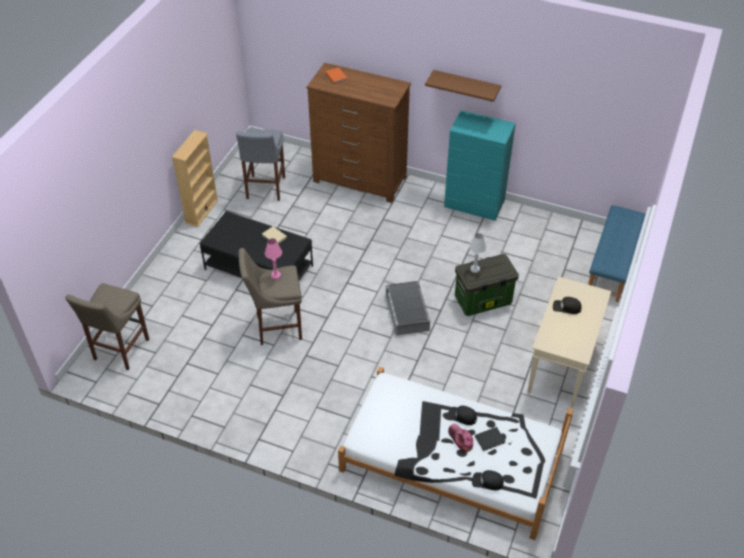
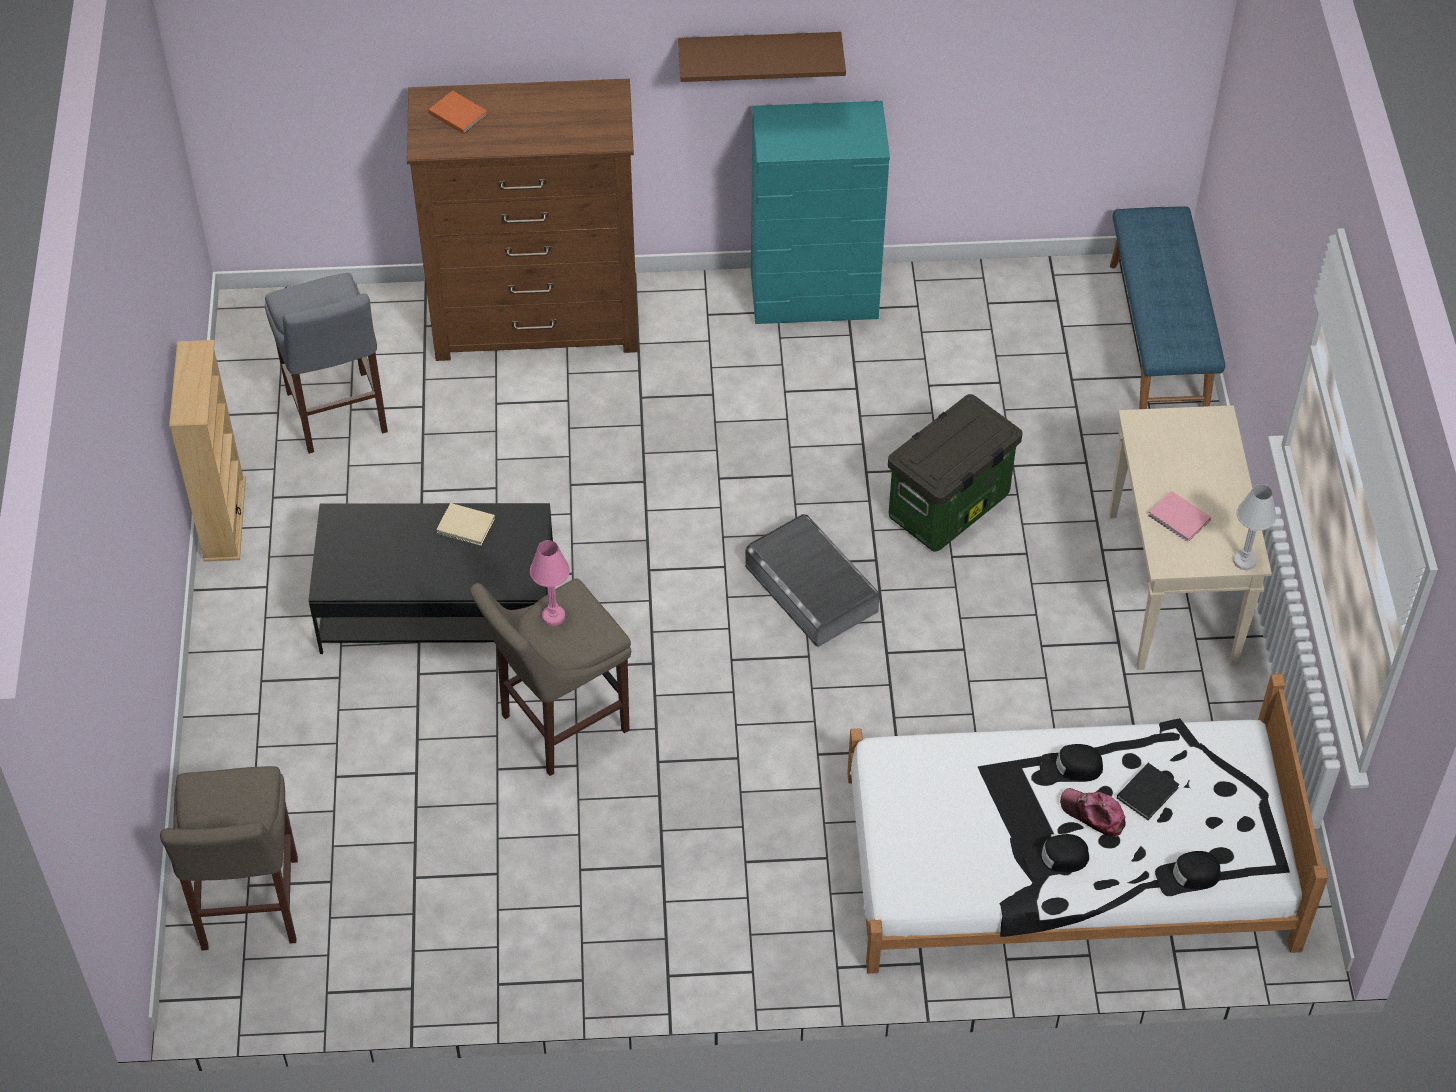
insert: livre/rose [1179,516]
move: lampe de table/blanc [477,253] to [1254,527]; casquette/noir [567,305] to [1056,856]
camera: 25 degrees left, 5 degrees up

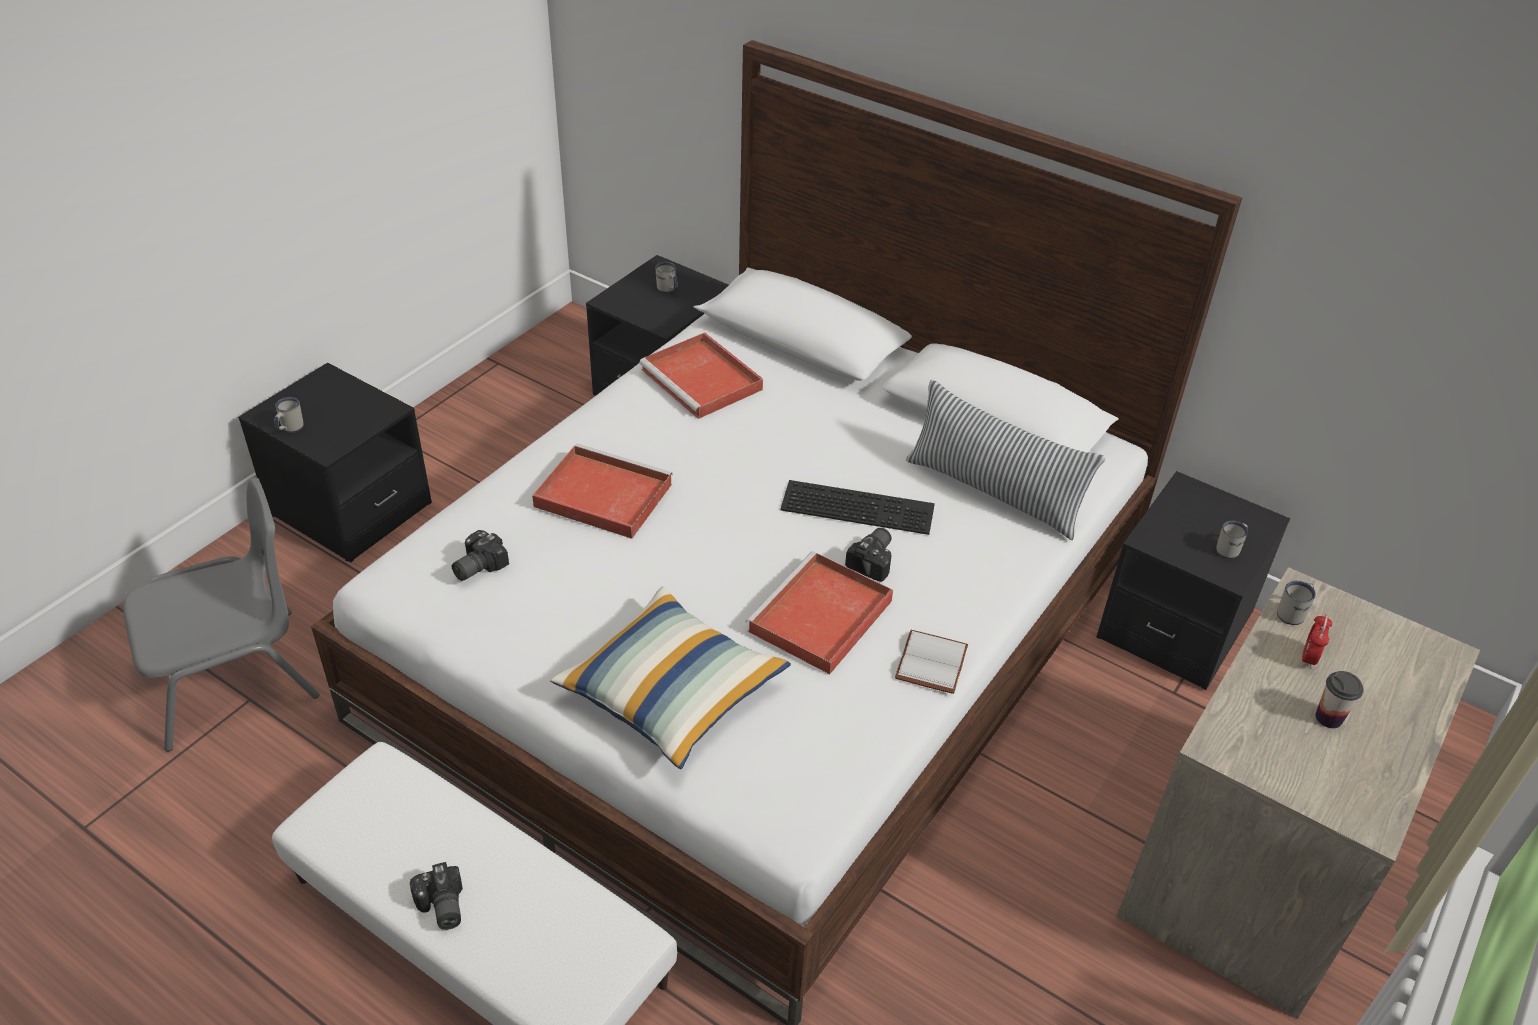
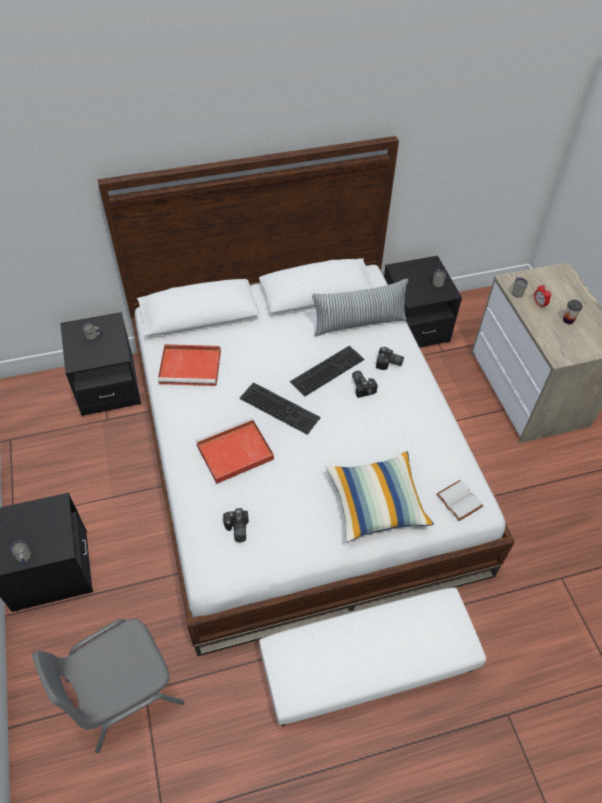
delete: plateau/rouge [819,612]
insert: clavier [280,408]
move: livre/blanc [931,662] to [459,500]; appareil photo [436,896] to [390,358]
rotate: chaise/gris [221,614] = [108,686] 135 degrees counterclockwise
camera: 50 degrees left, 10 degrees up

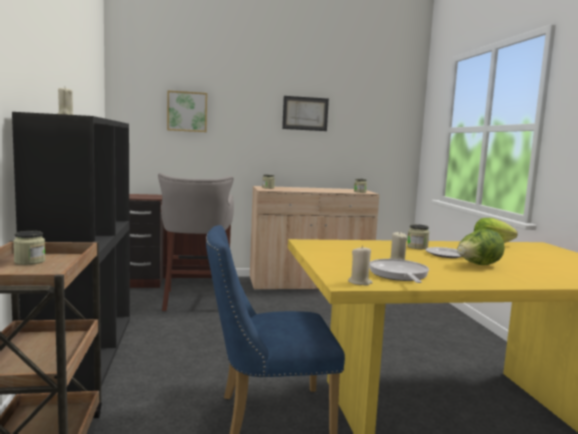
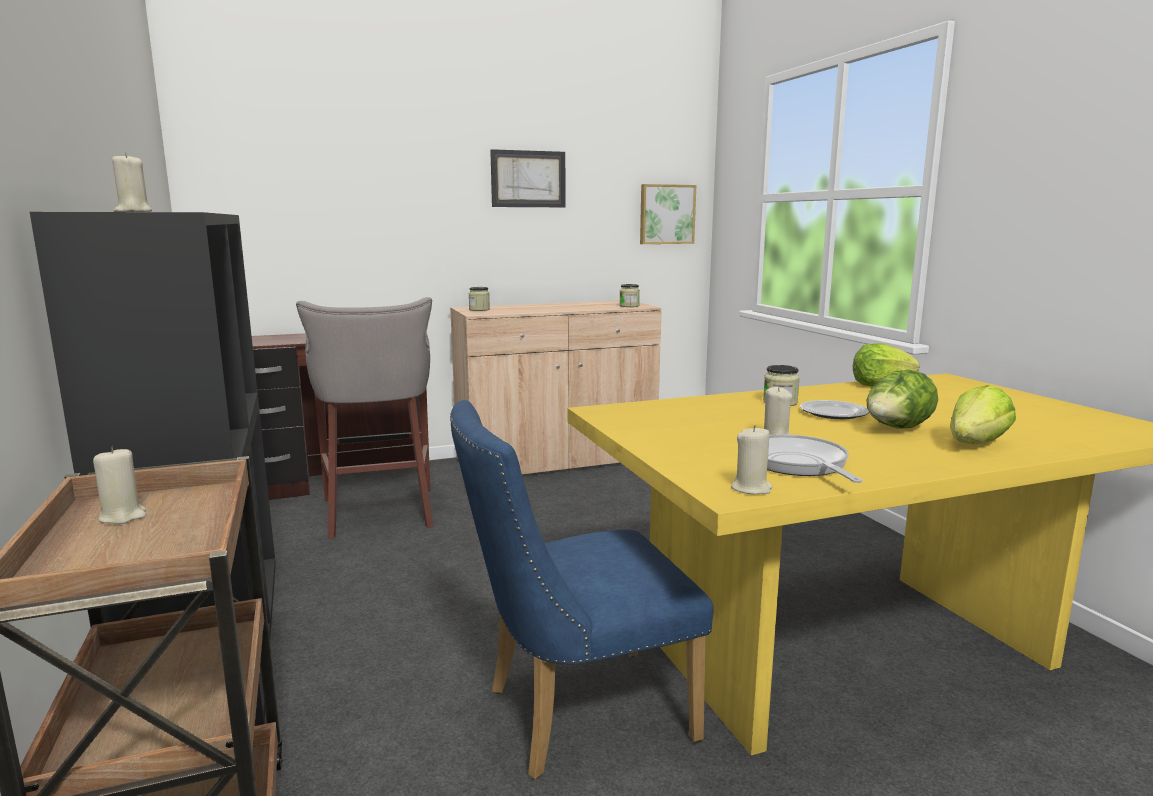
insert: laitue [983,414]
move: tableau [187,111] to [668,214]
replace: bocal [29,248] to bougie/beige [119,485]
camera: 10 degrees left, 5 degrees up

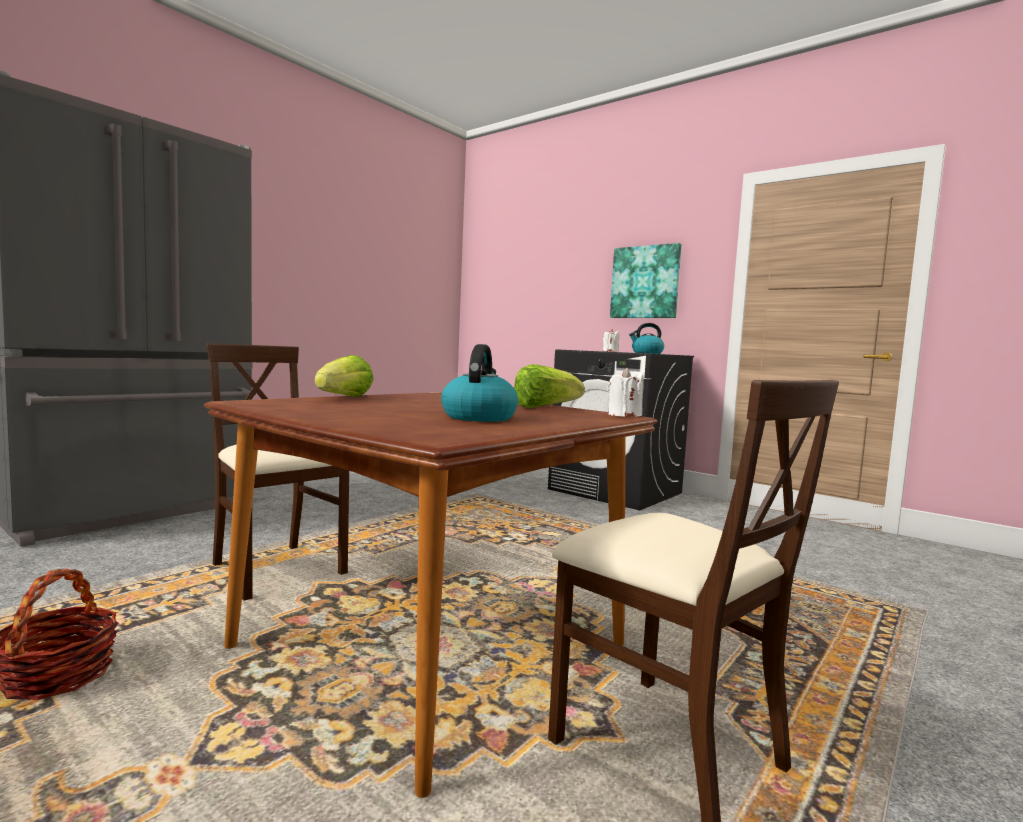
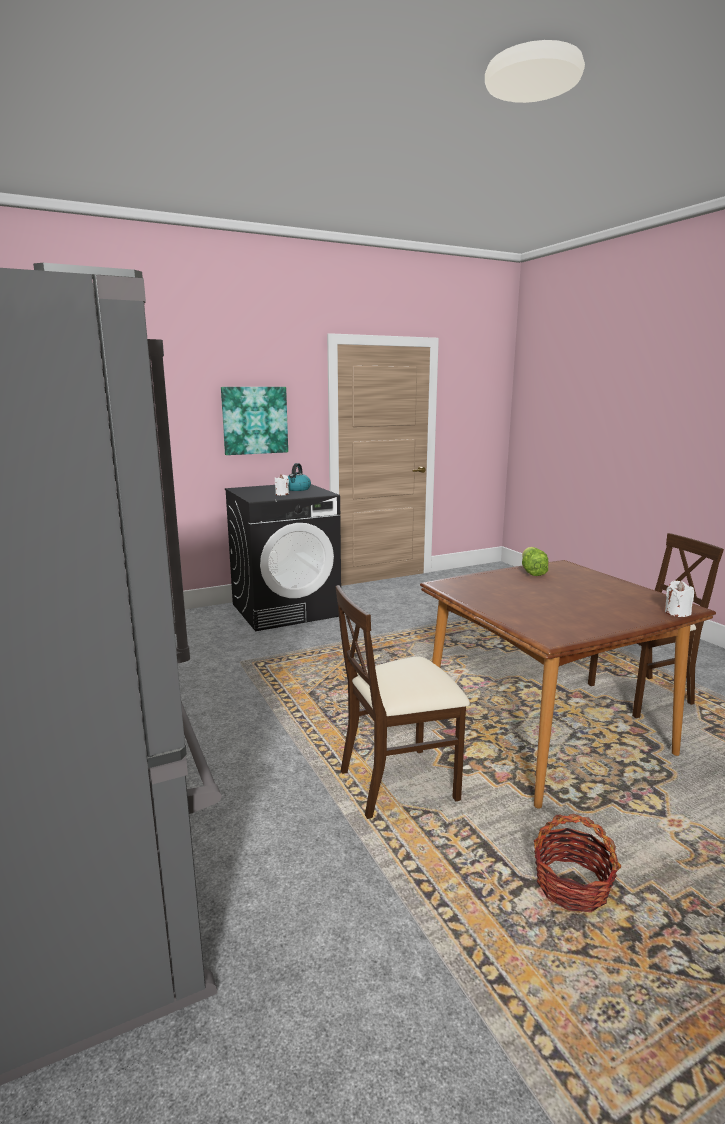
delete: bouilloire [479,383]; laitue [344,376]
move: bougie/blanc [625,392] to [679,598]
camera: 65 degrees left, 10 degrees up

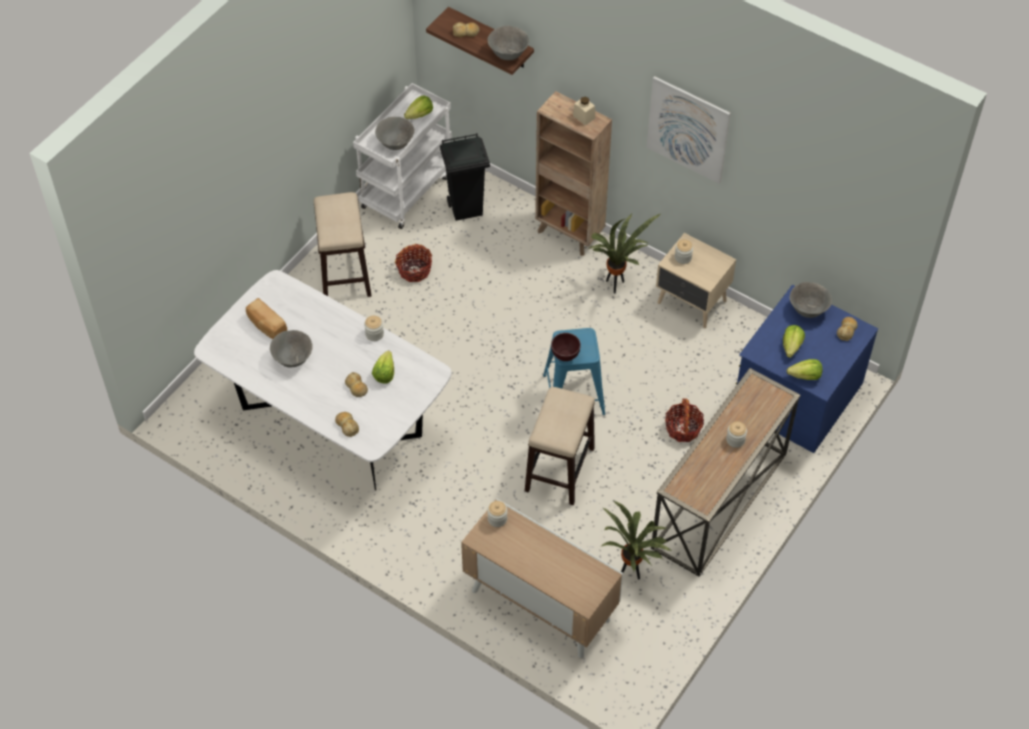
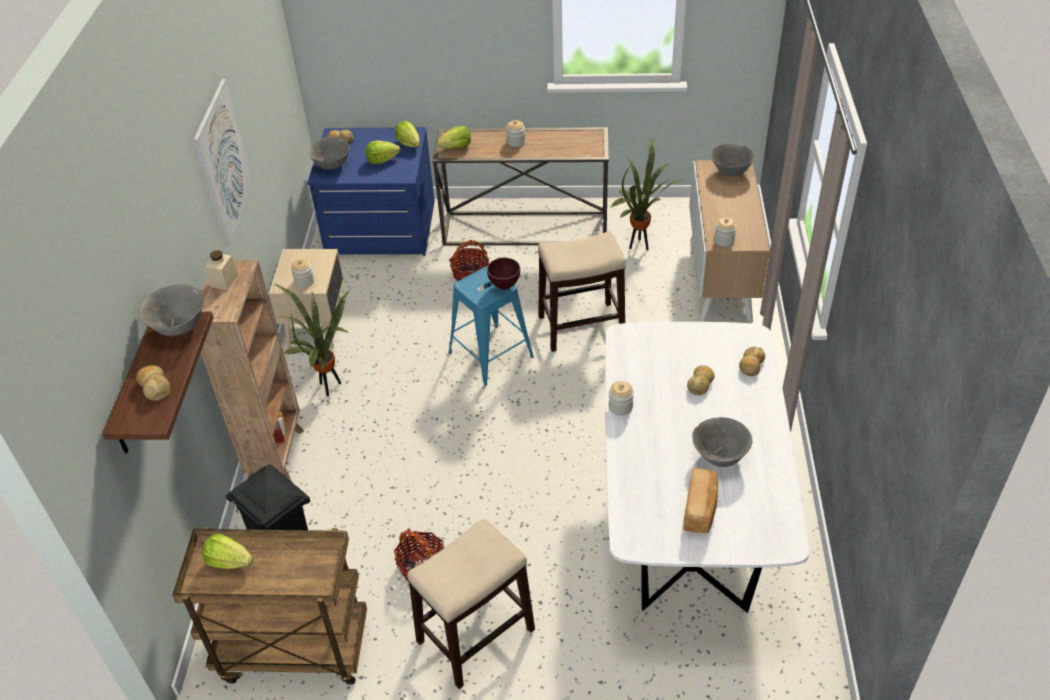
move: bol/gris [395,133] to [733,160]; laitue [383,367] to [454,137]
recolor: chariot/blanc [402,156] to chariot/marron [269,605]
camera: 120 degrees left, 10 degrees down

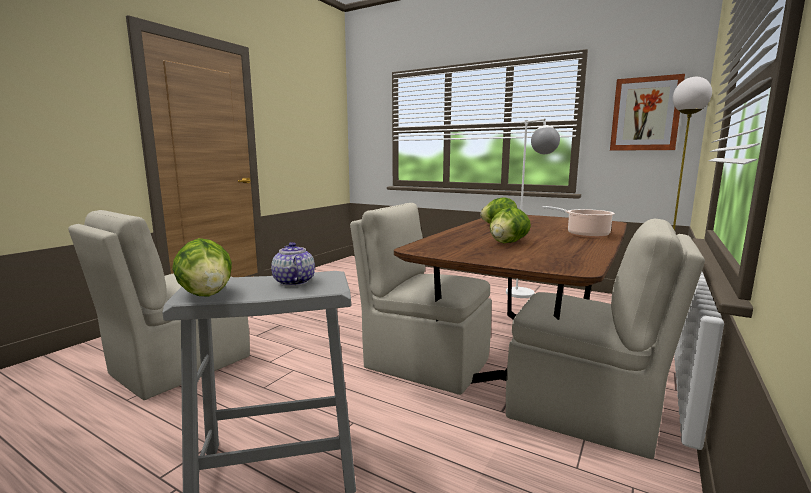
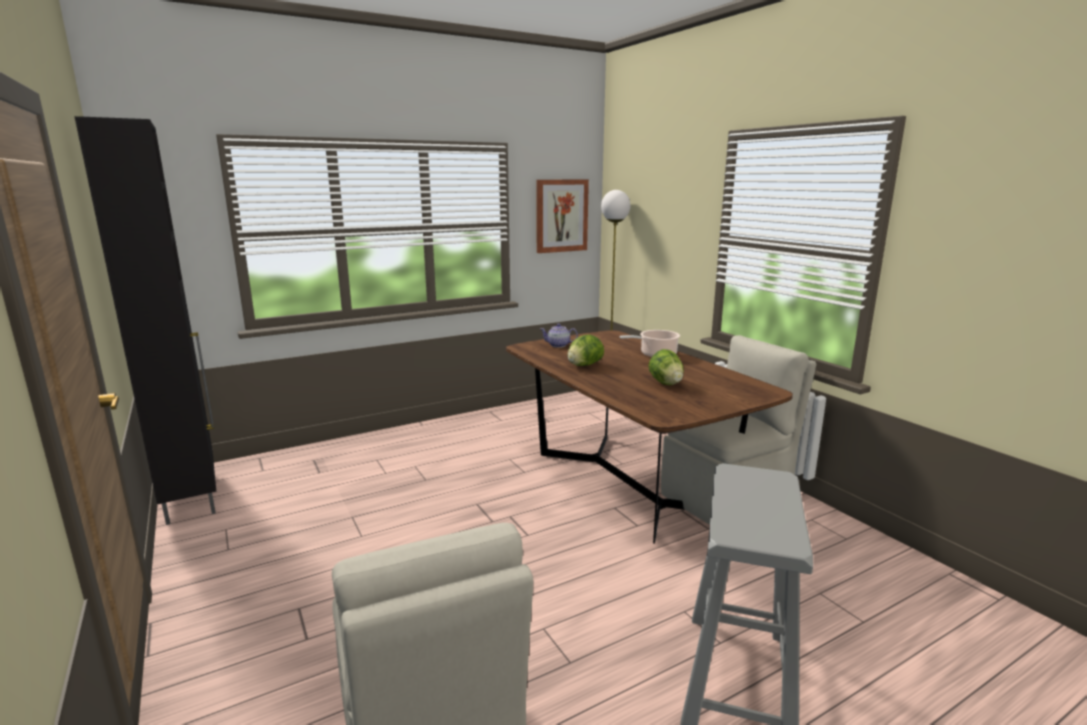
delete: lampadaire/blanc [533,208]; chaise/beige [421,299]; laitue [202,267]
insert: meuble de rangement/noir [145,320]
move: théière [293,264] to [559,336]
camera: 60 degrees left, 5 degrees up

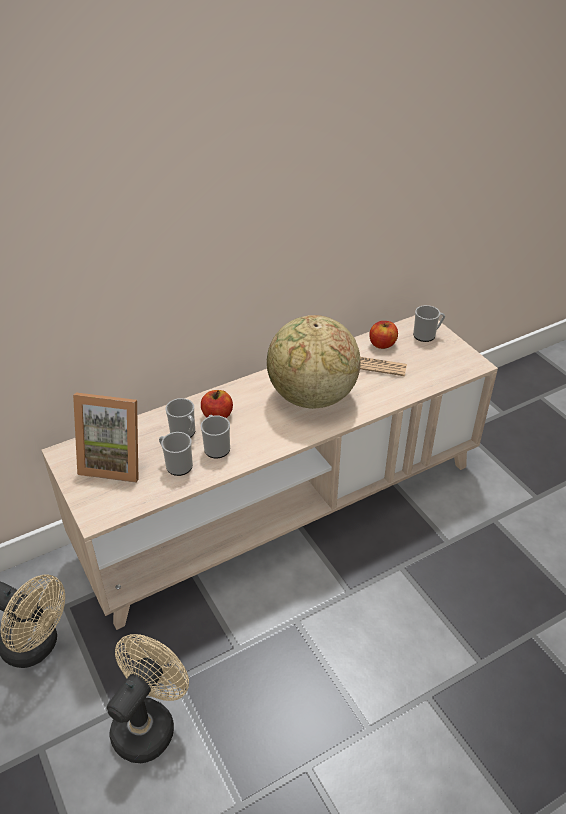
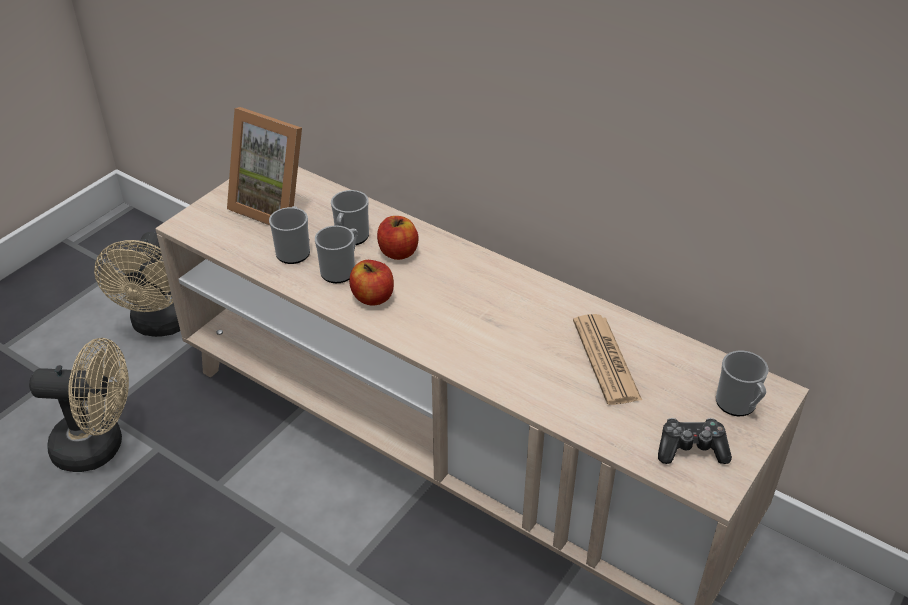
delete: globe [314,362]
insert: manette [695,441]
move: pomme [383,335] to [371,283]
rotate: cadre photo [106,438] = [264,166] 45 degrees counterclockwise
camera: 65 degrees right, 0 degrees up

